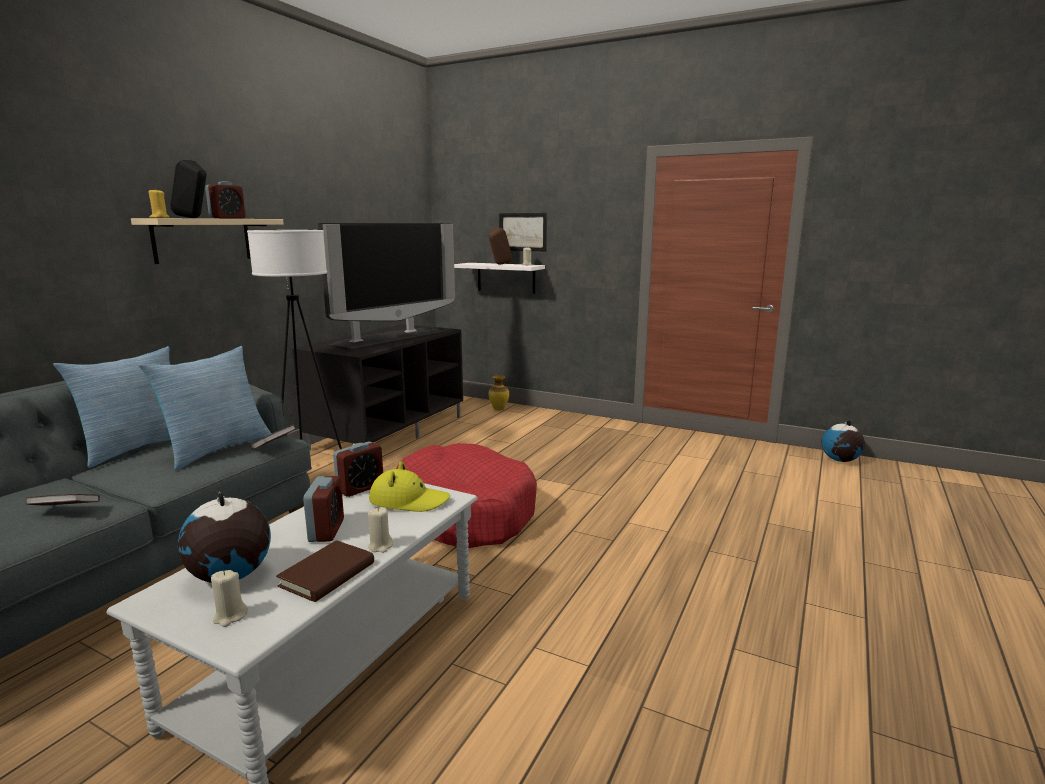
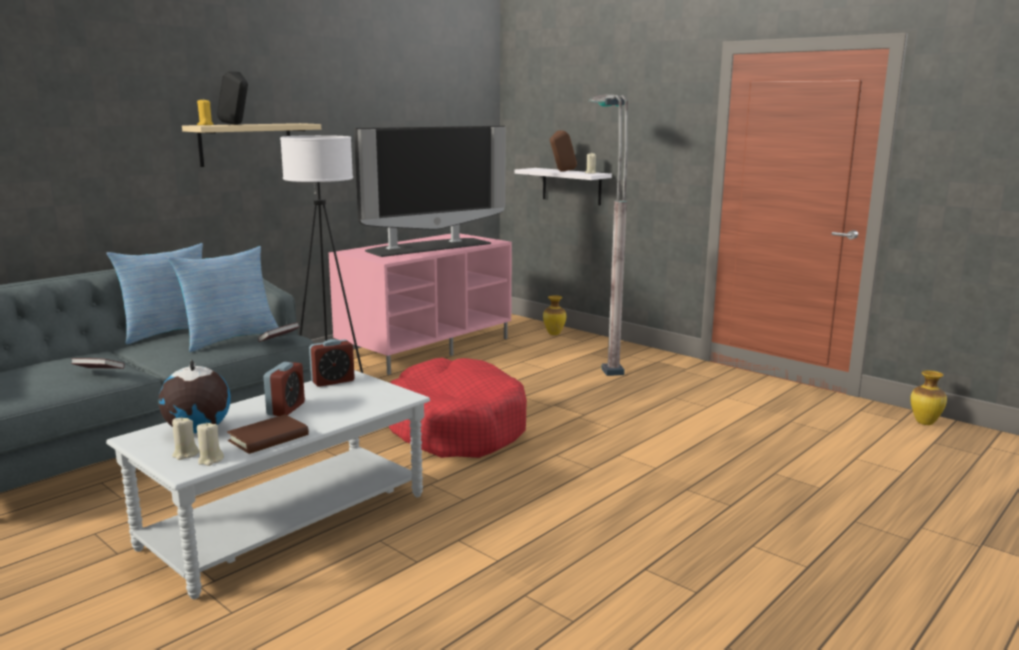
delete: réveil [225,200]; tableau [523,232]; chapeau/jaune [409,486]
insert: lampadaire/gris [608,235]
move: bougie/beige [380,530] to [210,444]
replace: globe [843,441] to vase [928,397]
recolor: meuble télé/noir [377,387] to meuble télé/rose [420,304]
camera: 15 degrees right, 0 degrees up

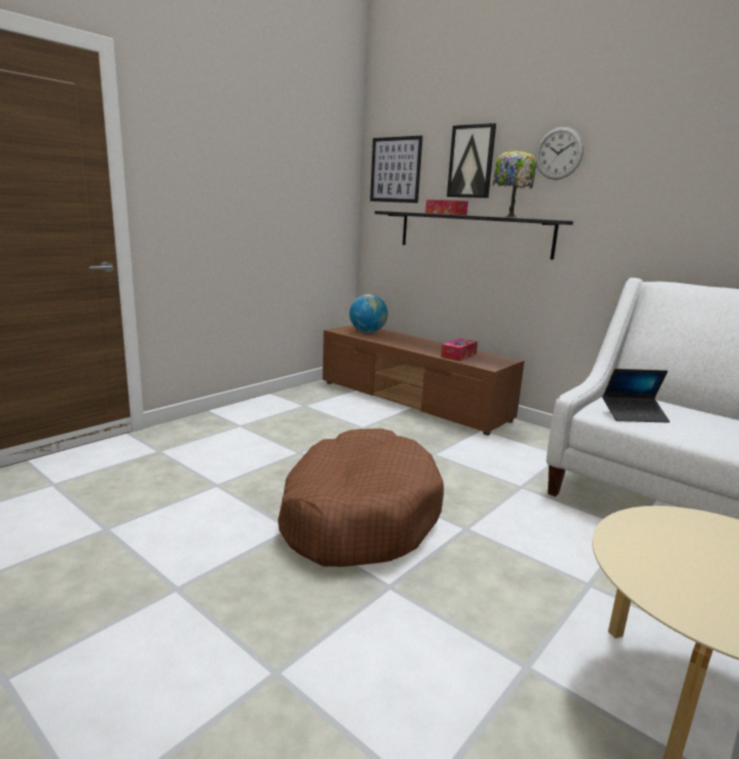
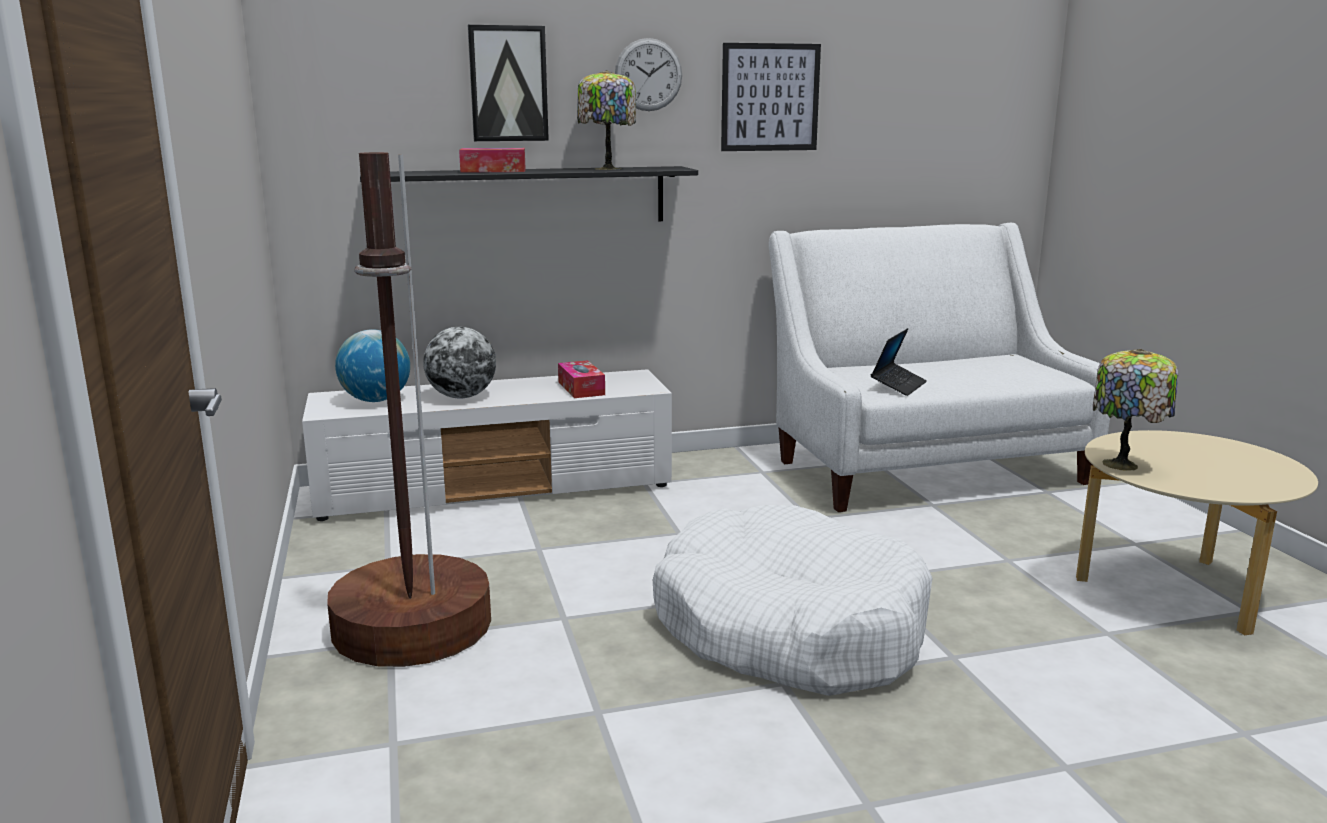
insert: lampadaire/marron [409,409]; globe [459,363]; lampe de table [1135,410]
move: tableau [396,169] to [771,97]
recolor: meuble télé/marron [423,380] to meuble télé/blanc [487,445]; panier pour chien/marron [361,497] to panier pour chien/blanc [793,600]
camera: 55 degrees left, 0 degrees up

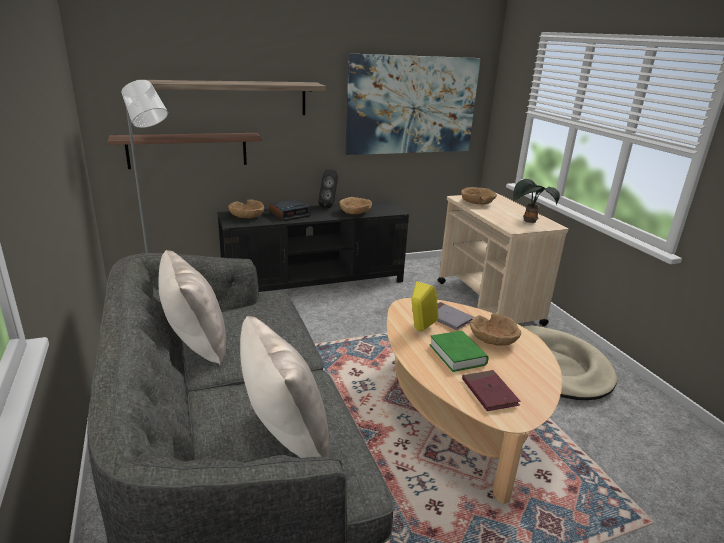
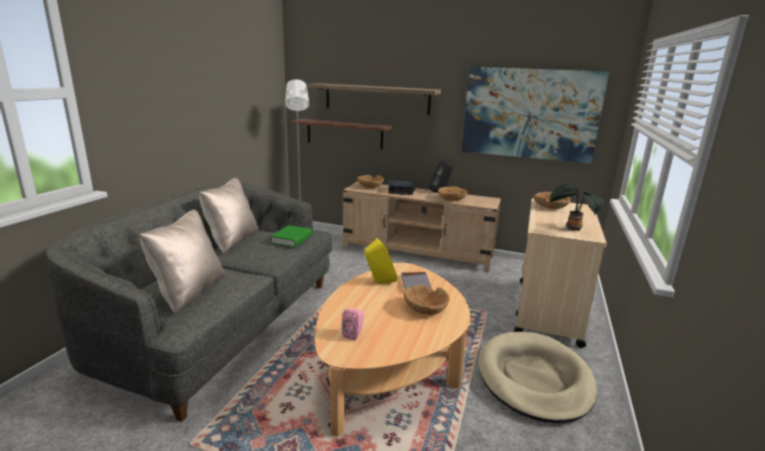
move: livre/vert [459,351] to [291,236]
replace: livre/rouge [491,390] to enceinte/rose [352,324]
recolor: meuble télé/noir [313,246] to meuble télé/beige [422,226]
camera: 40 degrees right, 5 degrees down

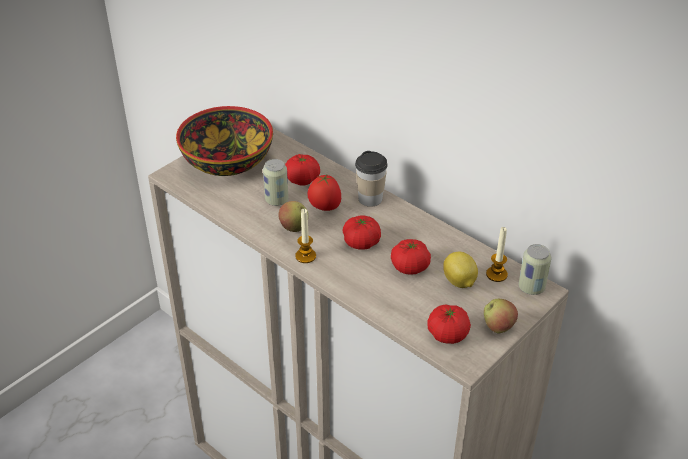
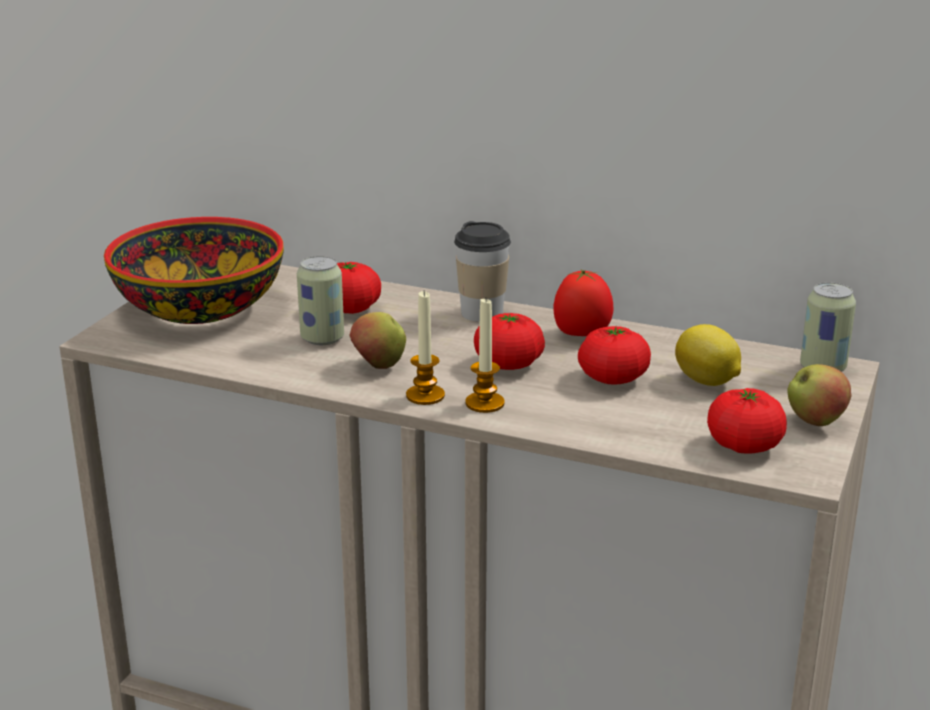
move: tomate [324,193] to [583,303]; bougie [497,254] to [485,356]
camera: 20 degrees left, 15 degrees down

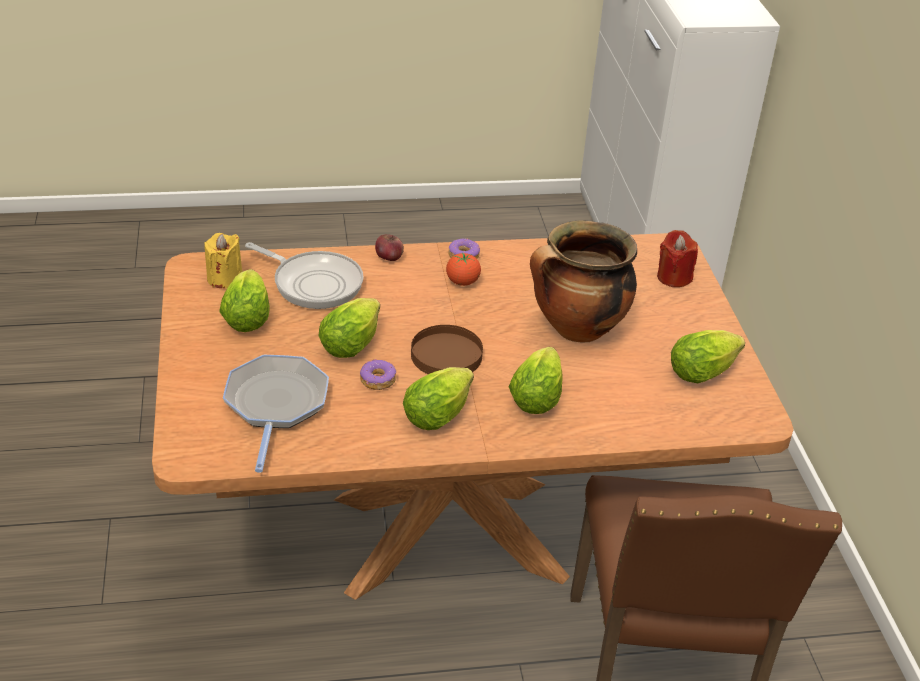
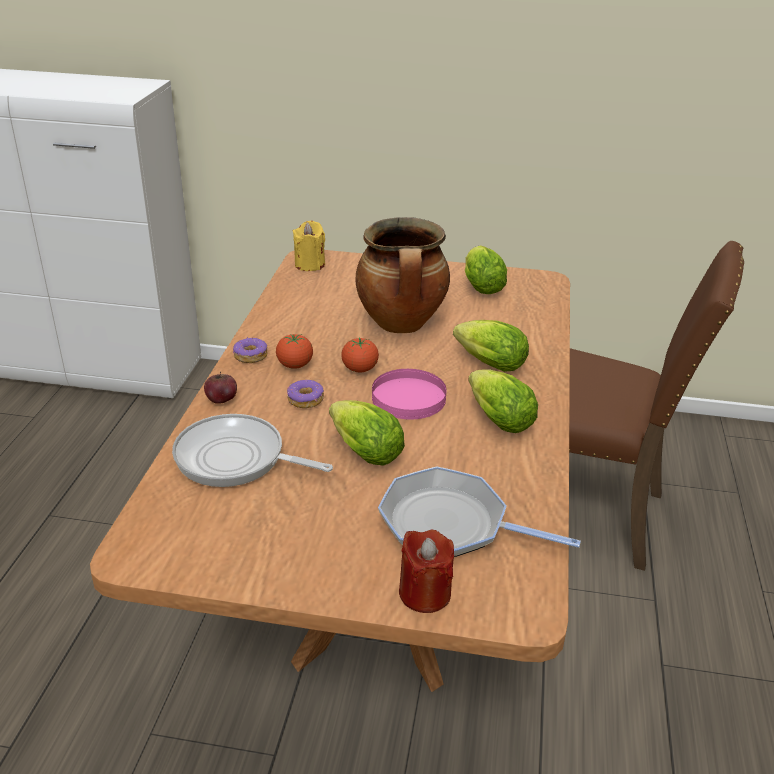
delete: laitue [244,300]
insert: tomate [360,355]
move: bougie/rouge [677,258] to [426,571]; bougie/jaune [223,260] to [309,246]; beignet [378,374] to [305,394]
recolor: assiette/marron [447,349] to assiette/rose [409,394]
rotate: poêle [304,275] = [252,450] 120 degrees counterclockwise
camera: 70 degrees left, 5 degrees down

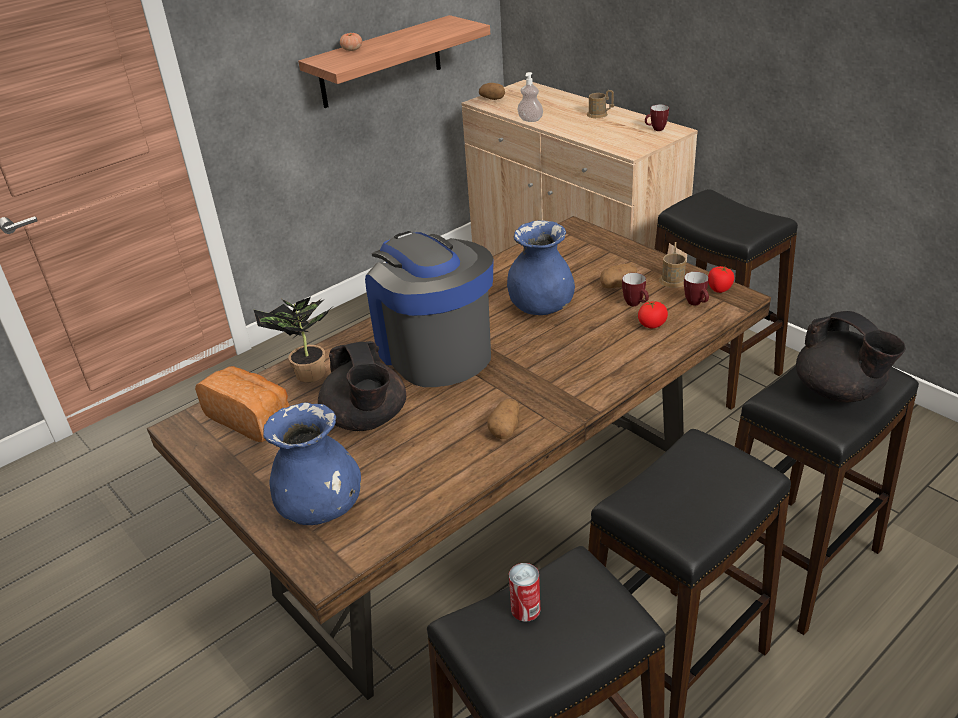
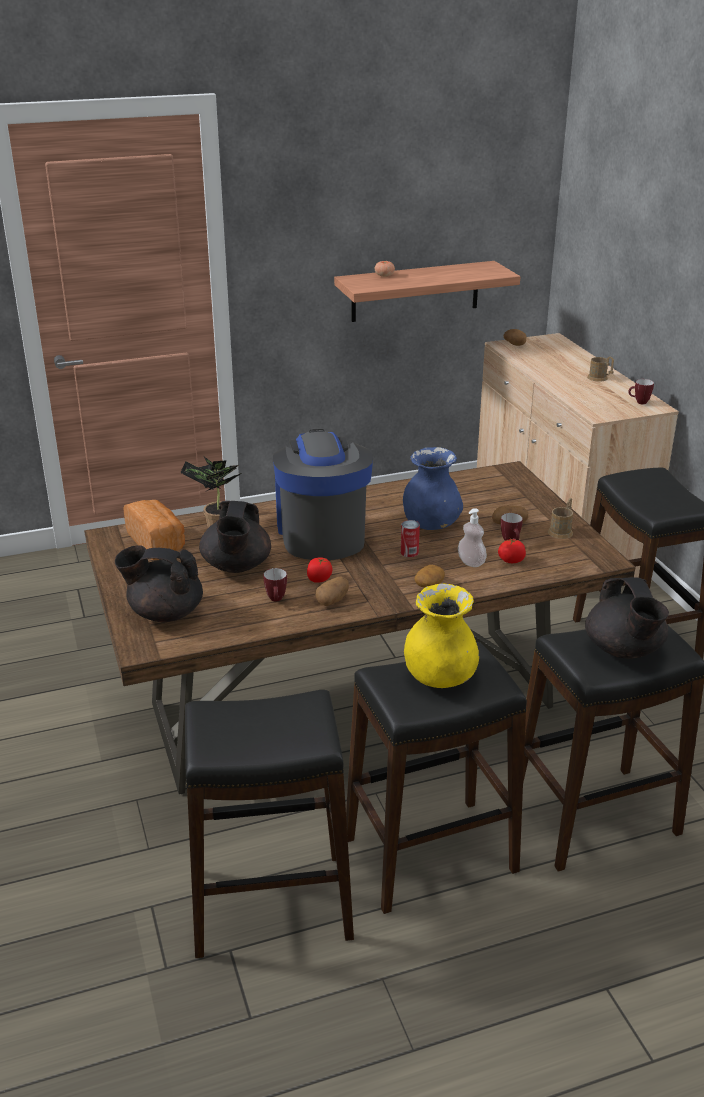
insert: pomme de terre [429,576]; vase/jaune [441,635]
move: distributeur de savon [530,97] to [472,537]; tomate [721,279] to [319,570]; mug [696,289] to [275,585]; boîte métallique [525,592] to [410,538]
replace: vase/bleu [312,464] to théière/noir [159,583]
camera: 20 degrees right, 5 degrees down

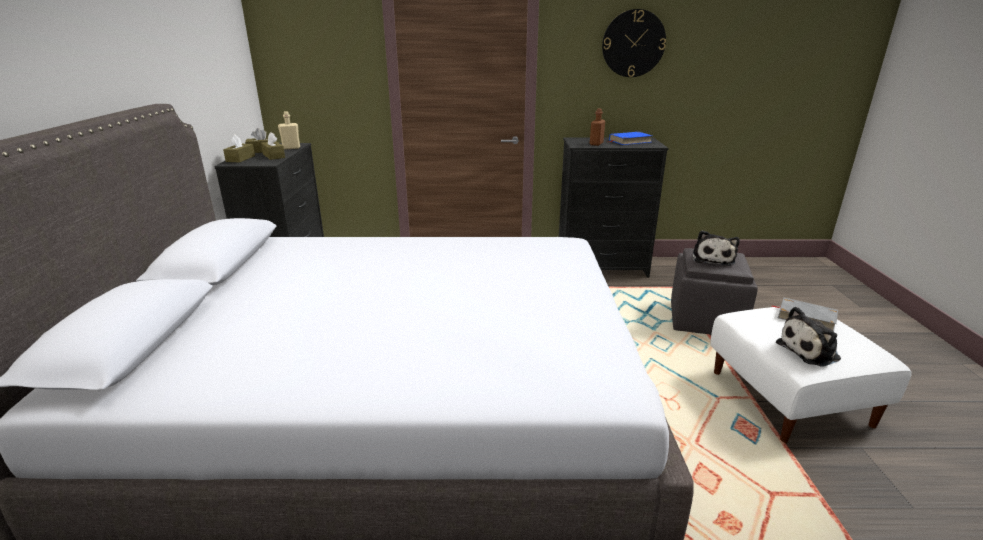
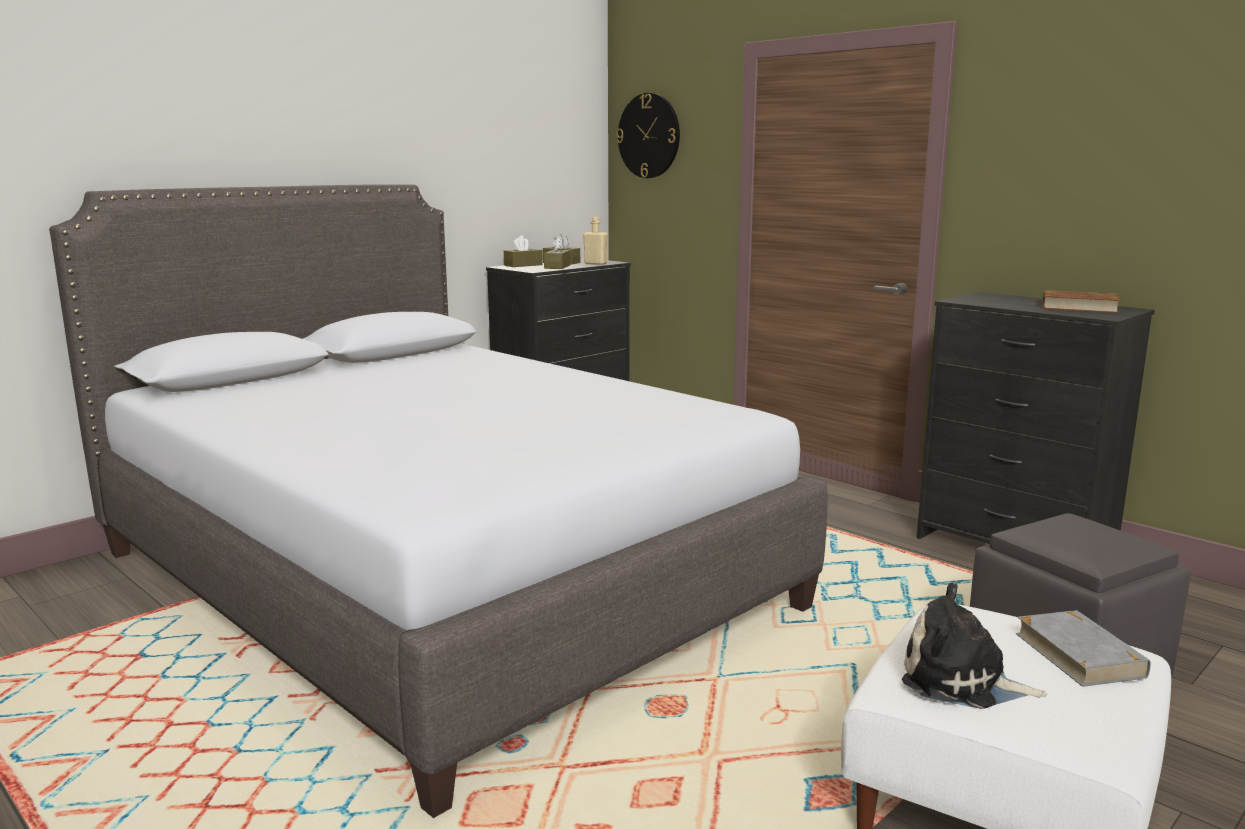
delete: bouteille/marron [597,127]; peluche [716,248]
move: horloge murale [634,43] to [648,135]
recolor: livre/bleu [630,138] to livre/marron [1074,301]
camera: 45 degrees right, 10 degrees down

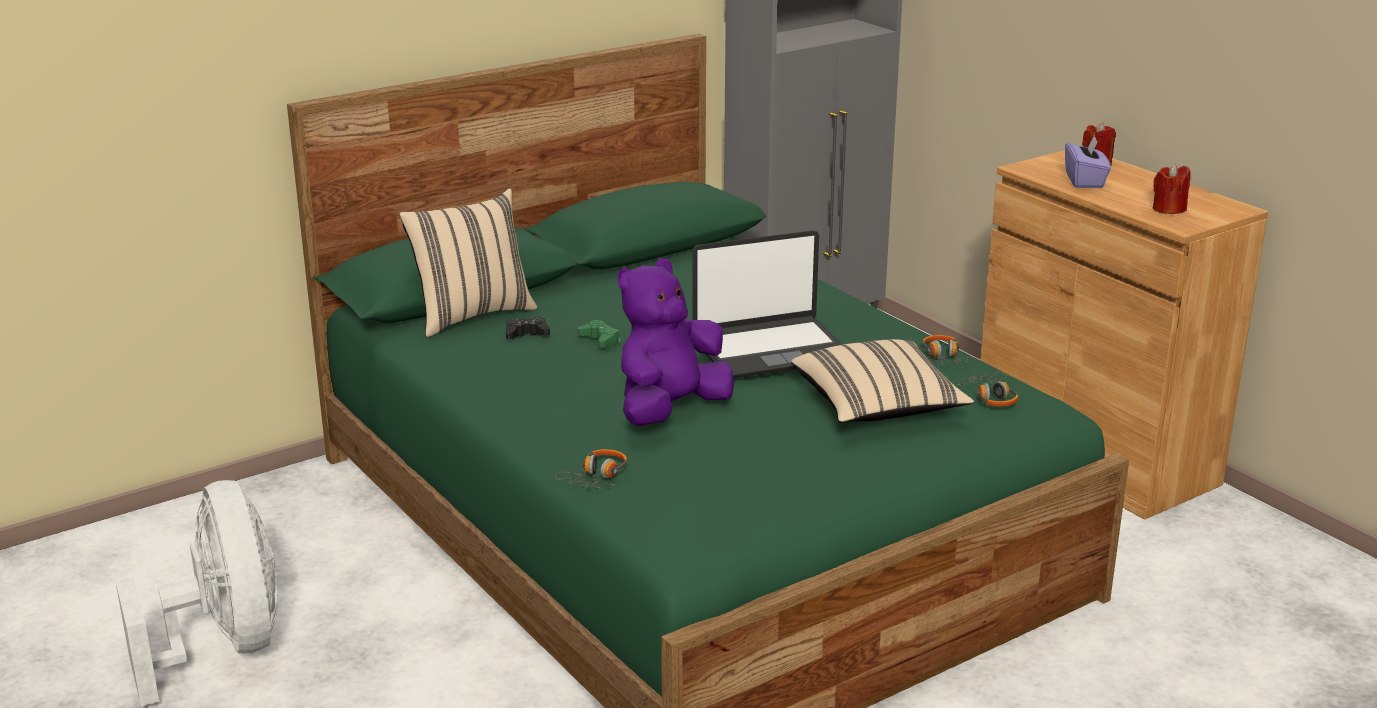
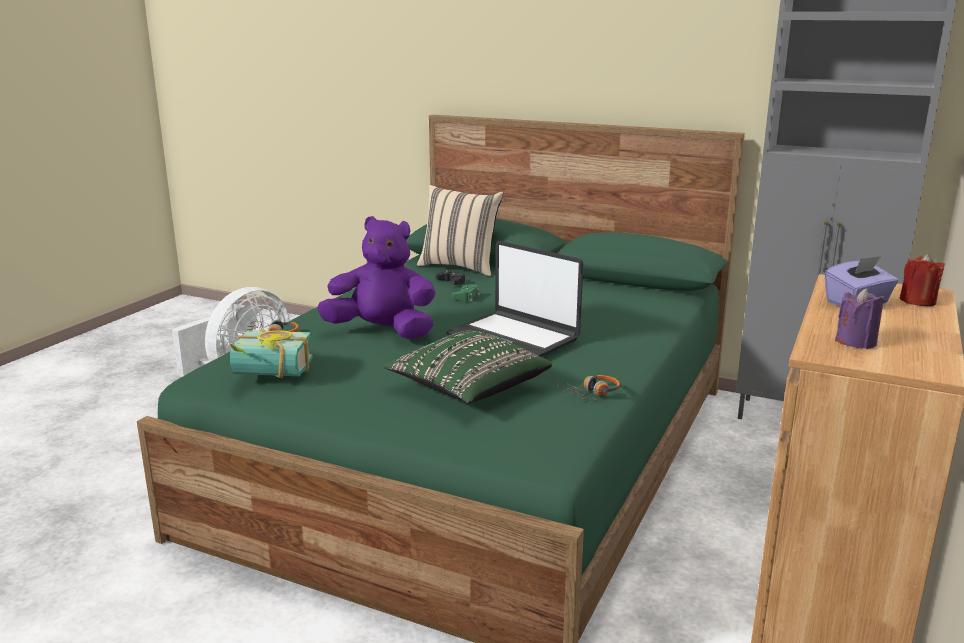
delete: casque audio [988,389]
insert: livre [271,353]
recolor: bougie/rouge [1171,189] to bougie/violet [860,318]; coussin/beige [882,381] to coussin/vert [467,367]
camera: 60 degrees right, 5 degrees down

